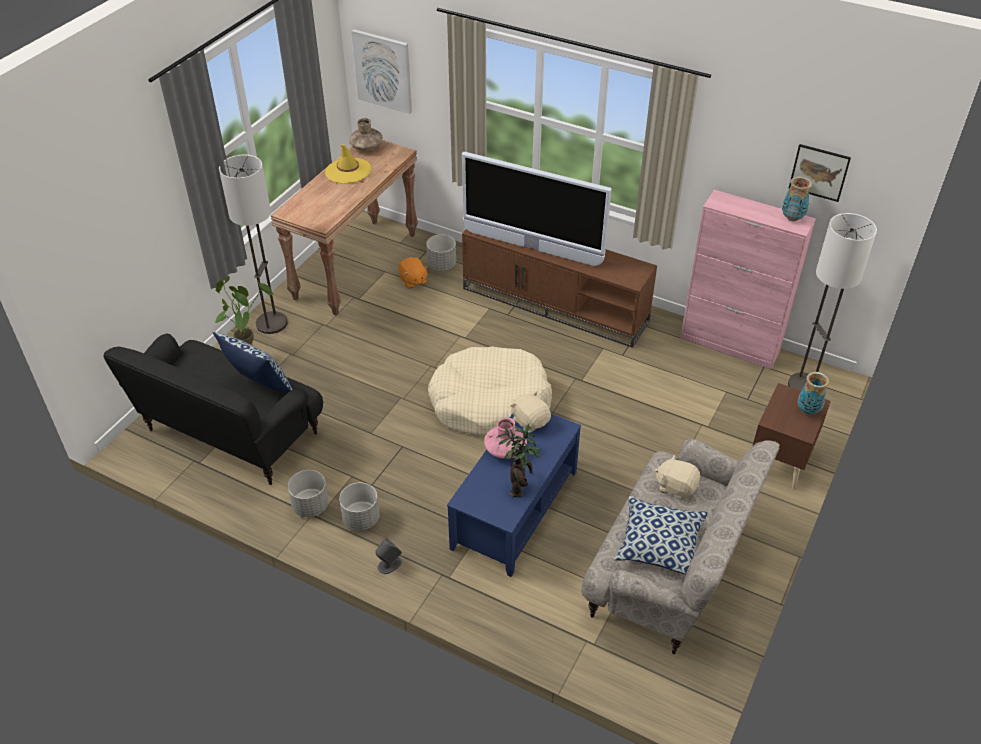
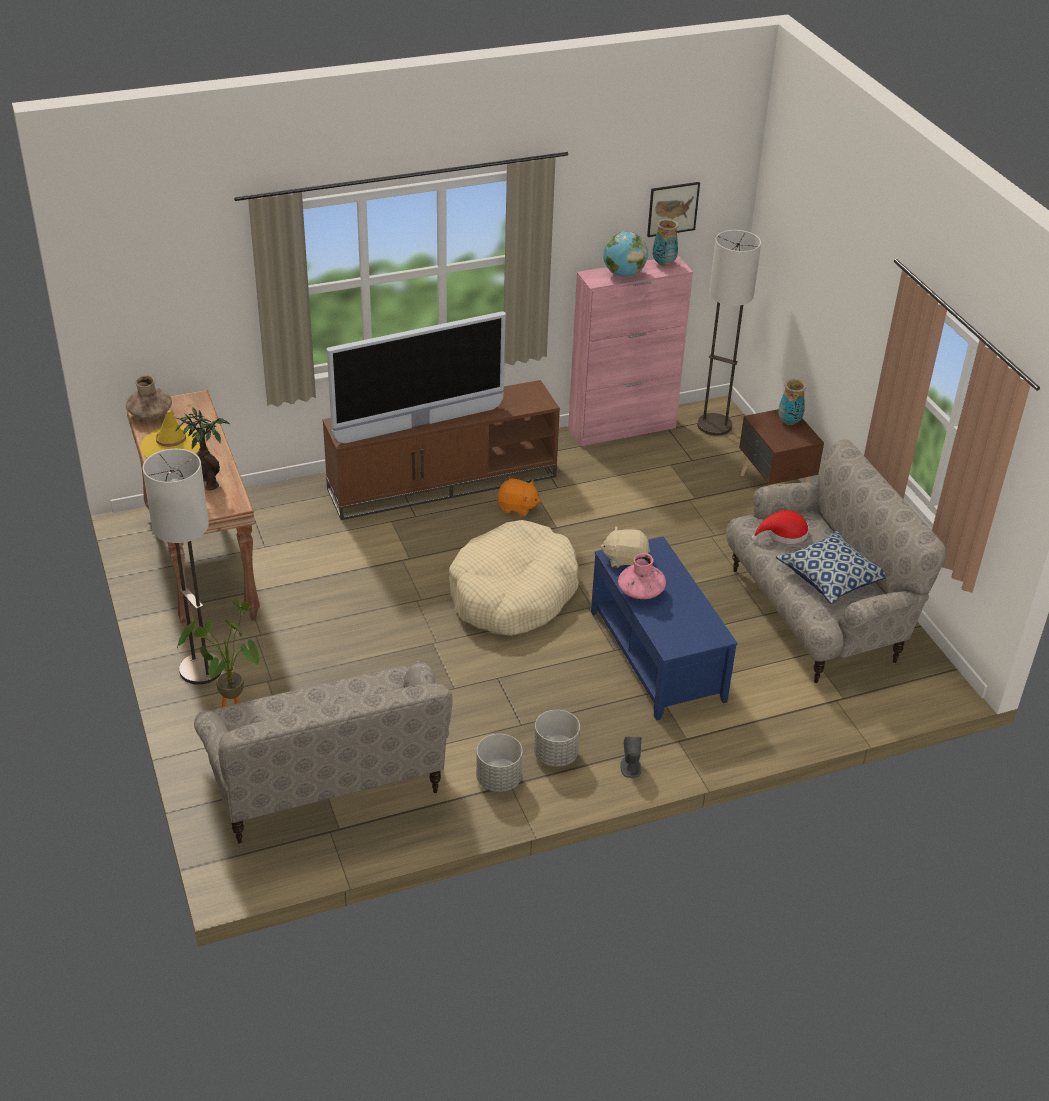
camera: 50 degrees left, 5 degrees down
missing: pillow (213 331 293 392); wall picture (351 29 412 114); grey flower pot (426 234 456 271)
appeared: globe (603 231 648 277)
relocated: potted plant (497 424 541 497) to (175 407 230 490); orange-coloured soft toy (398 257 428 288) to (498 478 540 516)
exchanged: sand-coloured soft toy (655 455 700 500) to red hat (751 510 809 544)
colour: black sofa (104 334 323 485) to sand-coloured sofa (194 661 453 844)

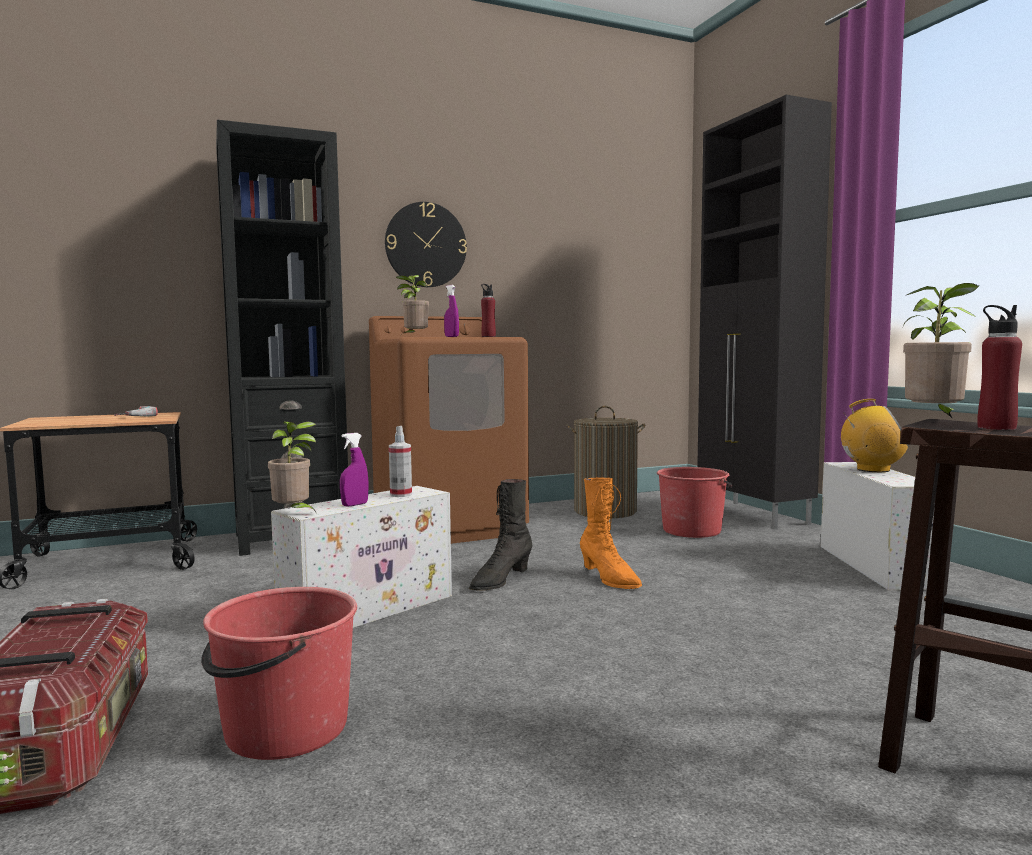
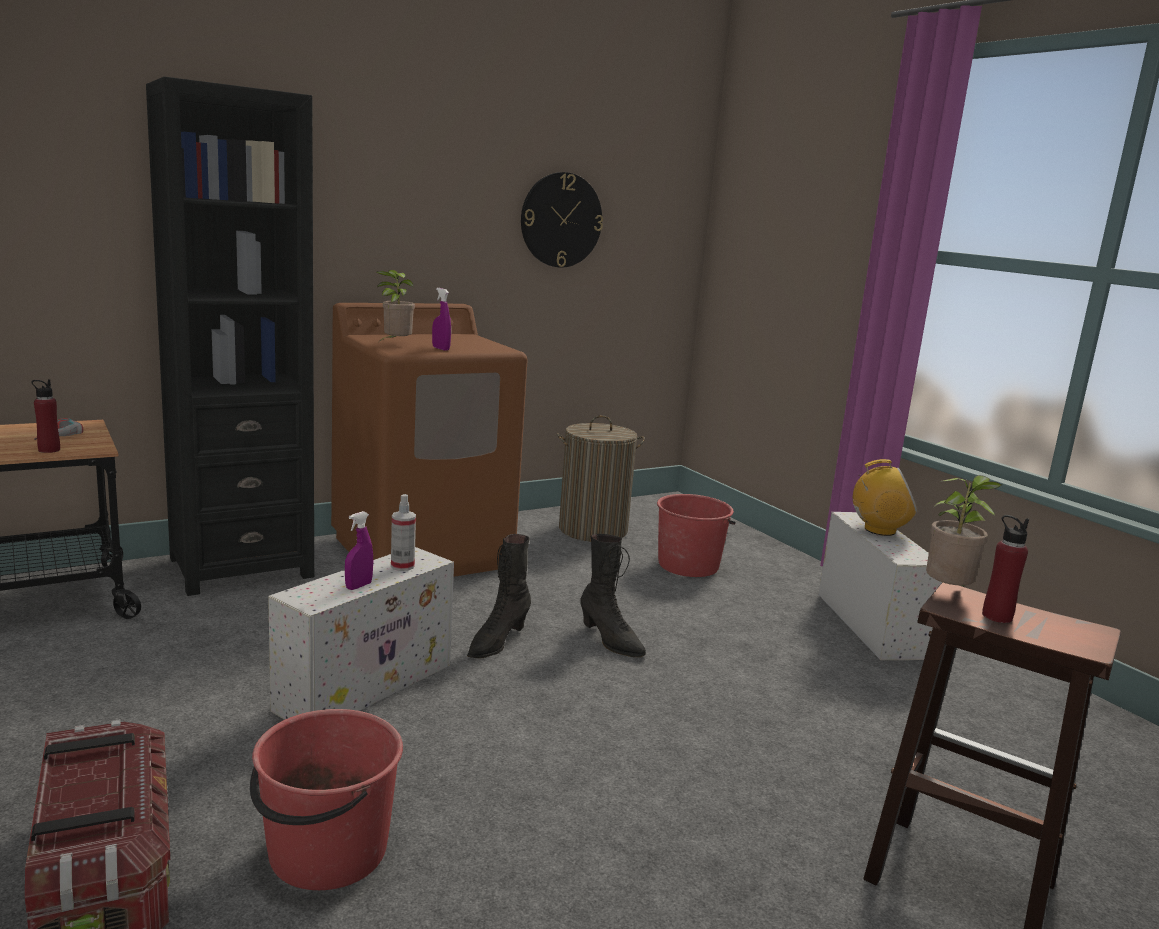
camera: 10 degrees left, 10 degrees up
missing: potted plant (268 421 316 512); black storage cabinet (697 95 832 529)
relocated: red drink bottle (481 284 496 337) to (31 379 60 453); clock on the wall (385 202 467 287) to (521 172 603 268)
colour: orange-coloured high-top boot (580 477 642 589) to black high-top boot (580 534 646 657)

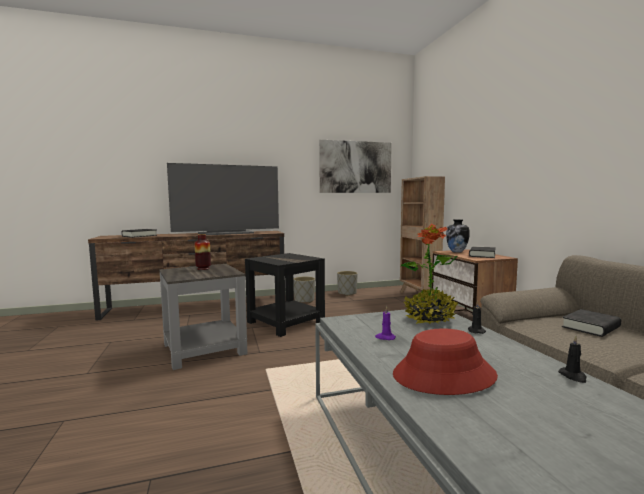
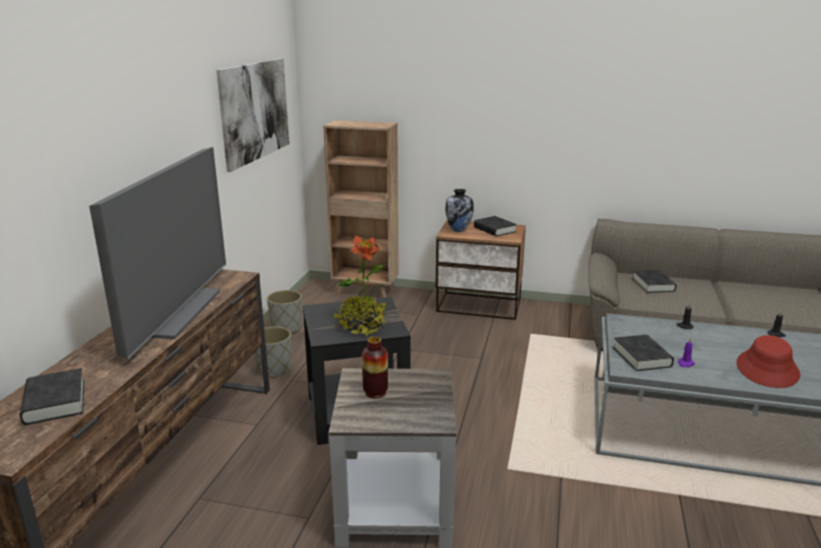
camera: 60 degrees left, 15 degrees up
appeared: black bound book (613 335 674 371)
relocated: potted plant (400 223 458 324) to (333 235 387 337)

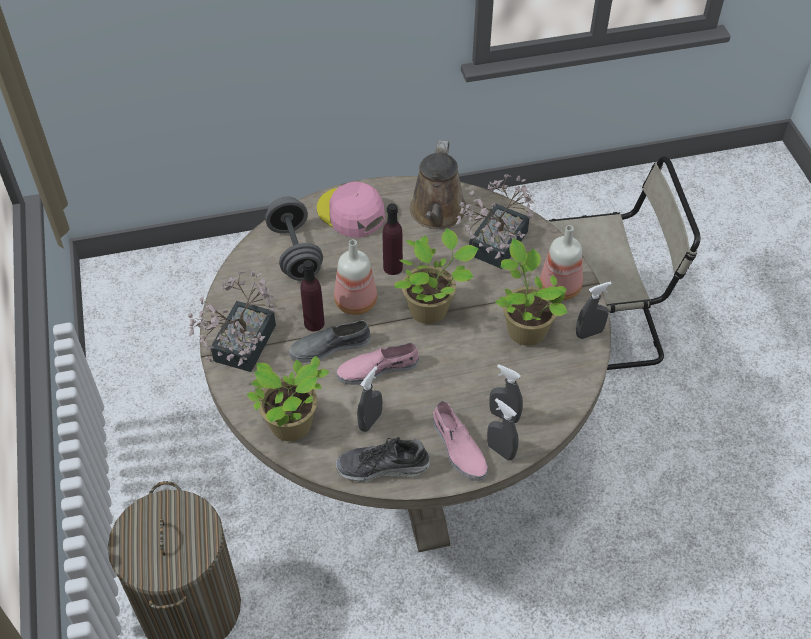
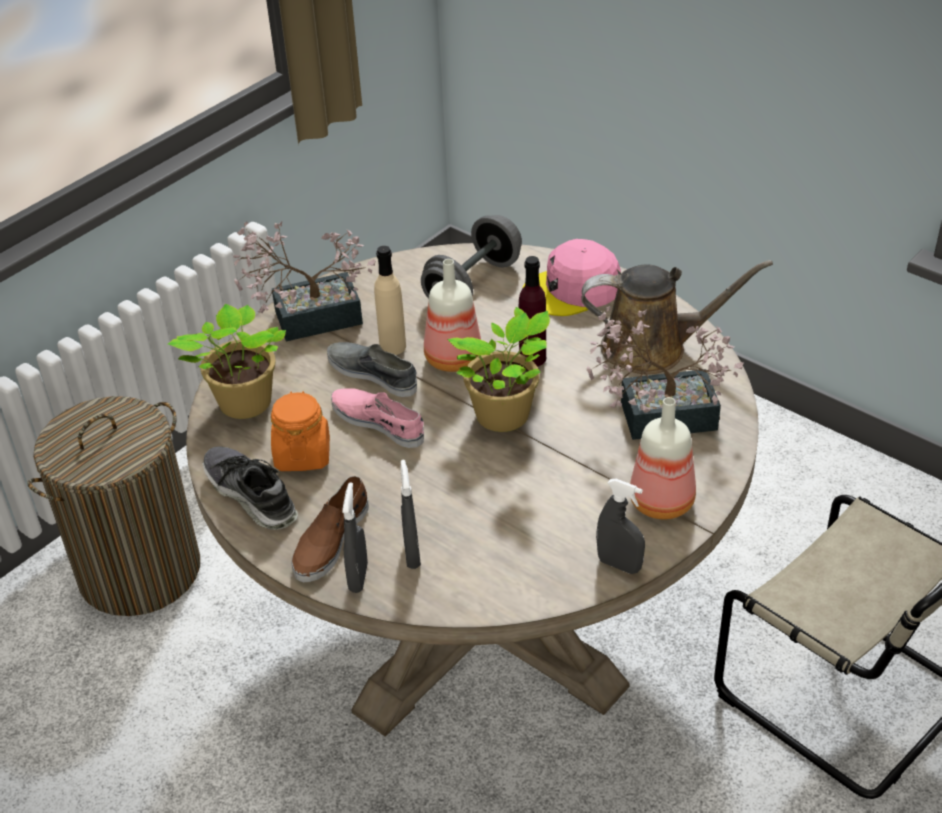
camera: 55 degrees right, 10 degrees down
missing: potted plant (495 238 568 346)
exchanged: grey sprayer (357 366 382 432) to orange-coloured jar (271 391 330 471)
colour: pink shoe (433 401 488 481) to brown shoe (291 476 369 582); purple drink bottle (300 260 324 331) to sand-coloured drink bottle (374 246 406 355)
spun: pink baseball cap (317 181 385 238) = (522 239 621 316) 120 degrees counterclockwise; brown watering pot (410 140 466 229) = (581 260 773 374) 150 degrees counterclockwise

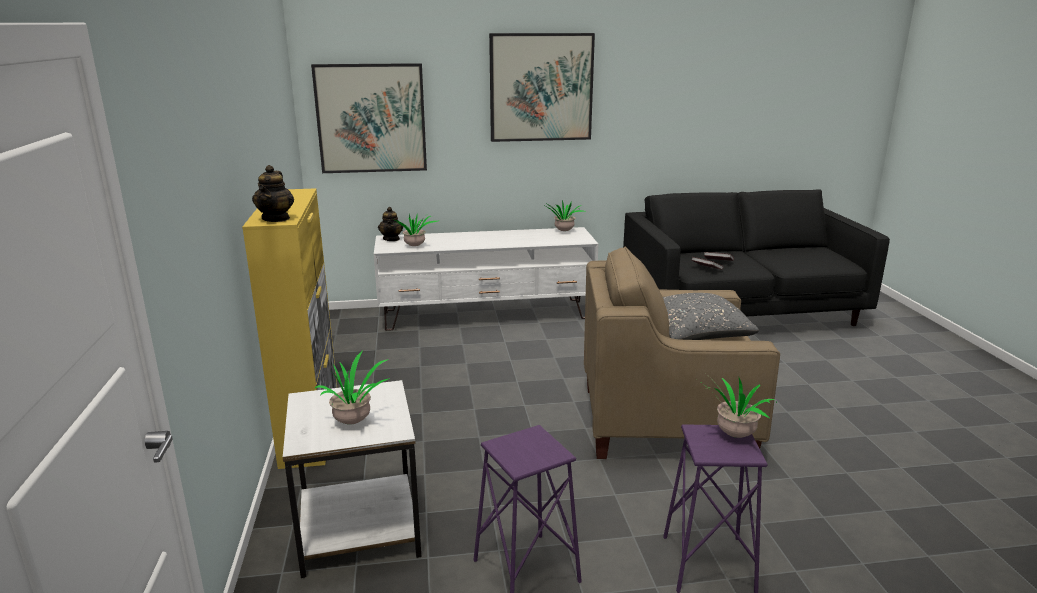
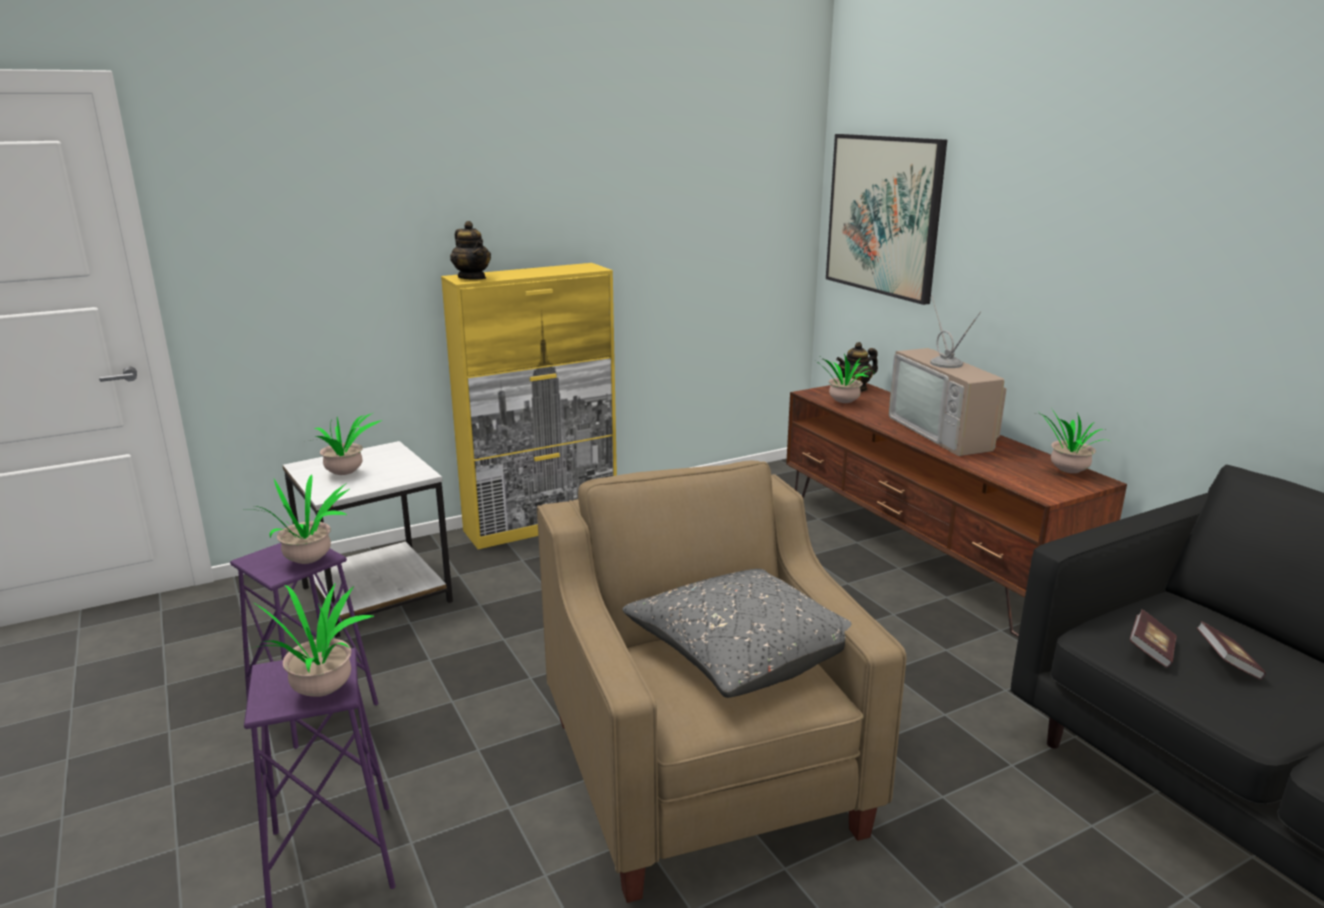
camera: 70 degrees right, 0 degrees up
missing: wall picture (489 33 595 142)
appeared: potted plant (242 474 351 564); TV set (889 295 1006 456)
colour: white-coloured media console (374 227 599 331) to brown media console (786 383 1127 637)
spun: tea pot (252 165 294 222) = (450 221 491 280) 105 degrees counterclockwise

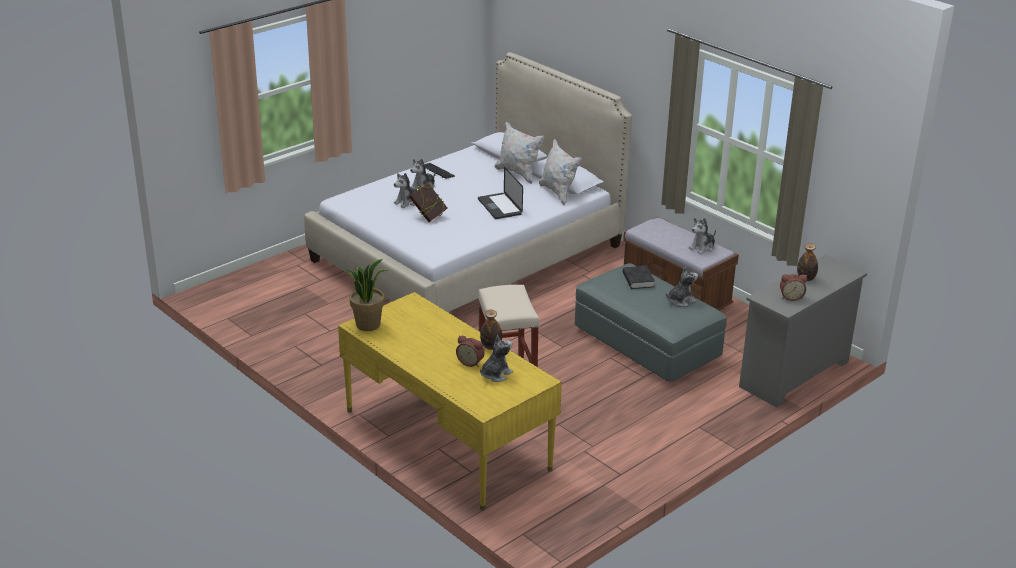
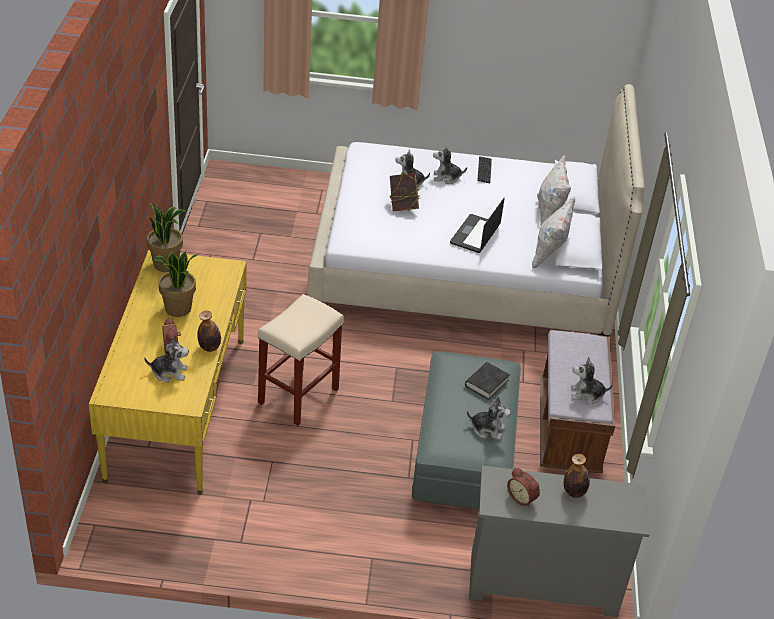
camera: 45 degrees right, 10 degrees up
appeared: potted plant (151 250 199 317)

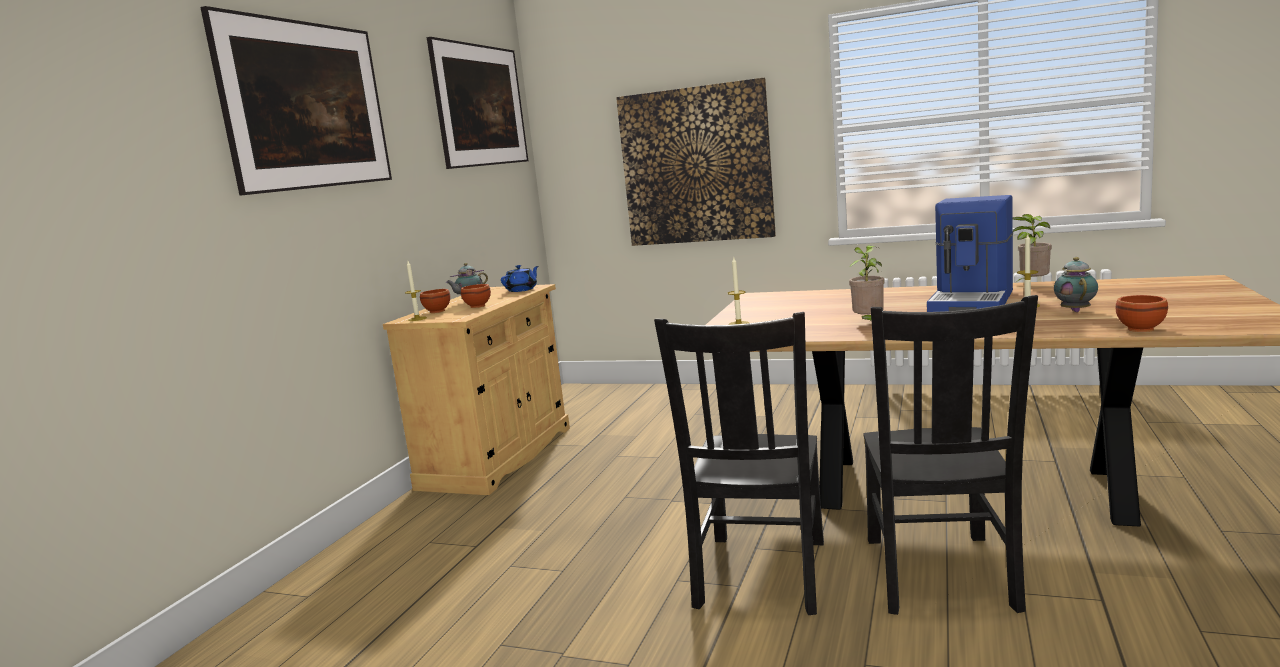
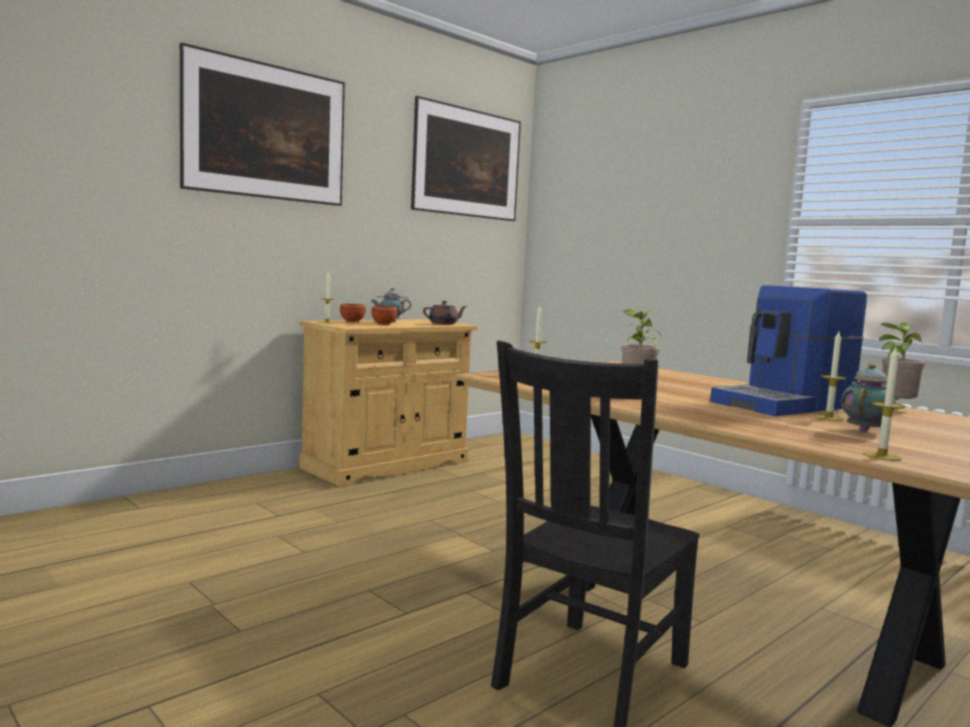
camera: 25 degrees right, 5 degrees down
missing: wall picture (616 78 776 246); black chair (654 312 824 615)
exchanged: brown deep dish (1115 295 1168 332) to wax candle (863 347 905 461)
colour: blue-coloured tea pot (501 265 538 292) to brown tea pot (423 301 467 325)

